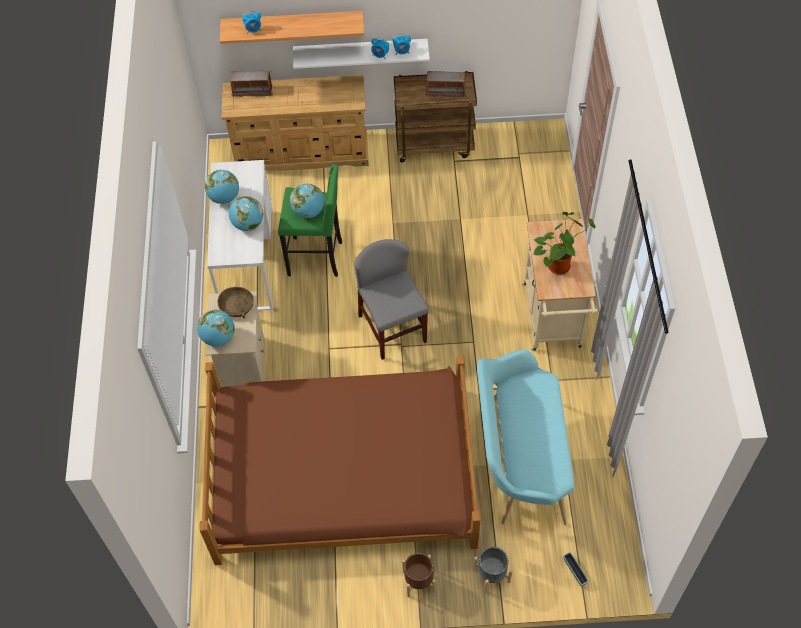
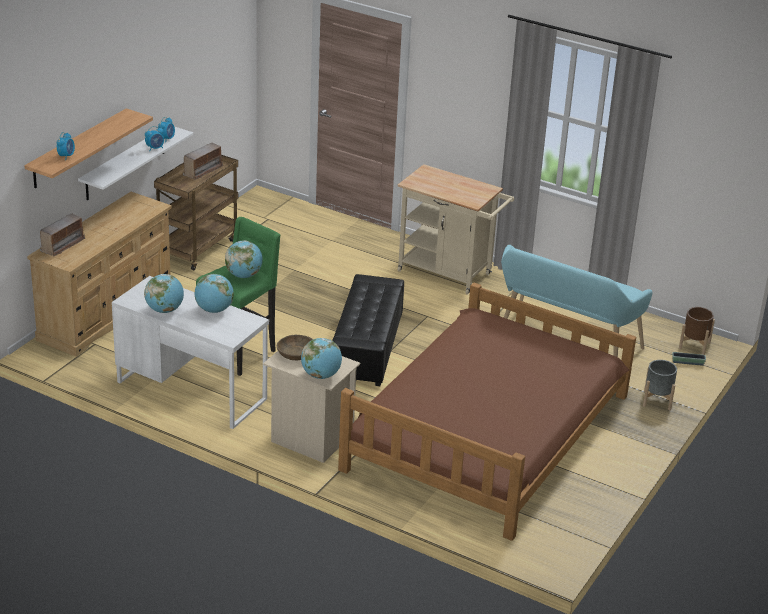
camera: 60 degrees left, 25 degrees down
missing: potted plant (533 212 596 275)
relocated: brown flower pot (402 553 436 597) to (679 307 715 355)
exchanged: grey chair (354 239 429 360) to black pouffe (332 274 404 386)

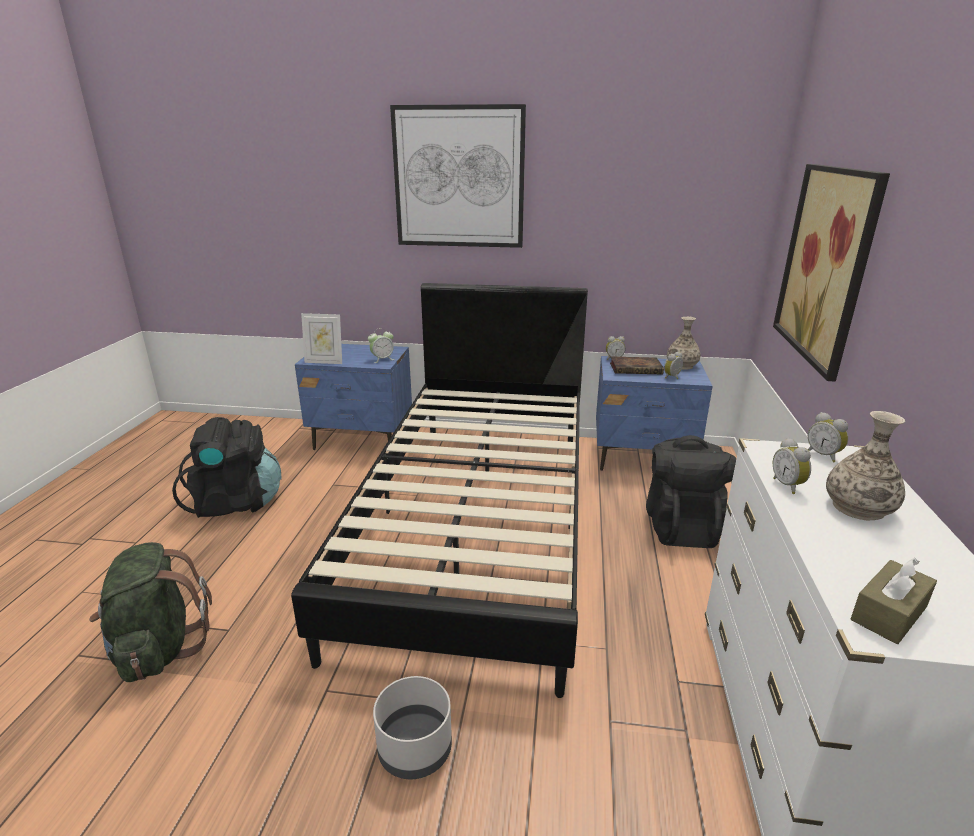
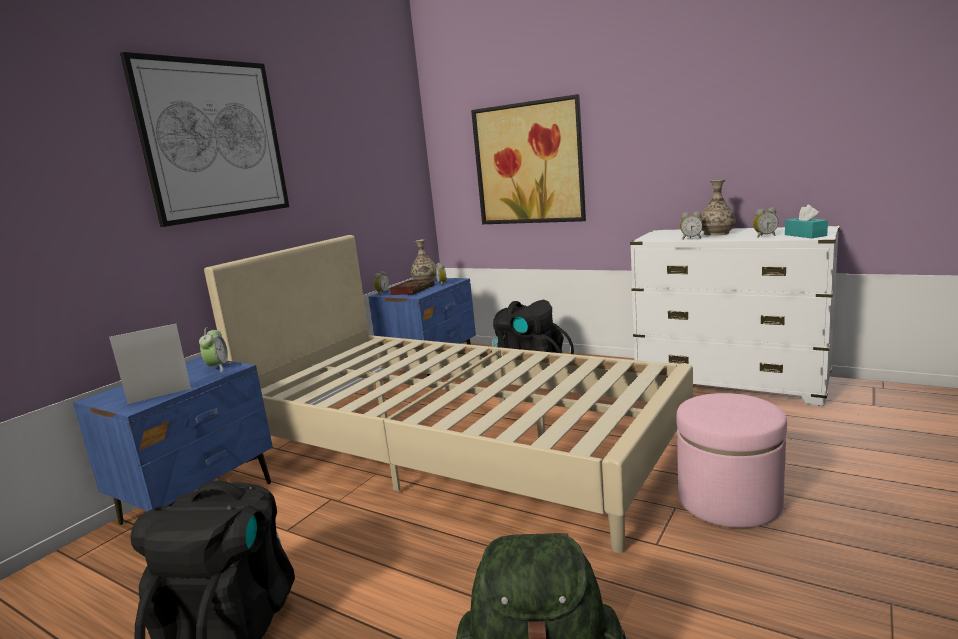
camera: 65 degrees left, 10 degrees down
relocated: table clock (808 412 848 462) to (753 207 778 238)
exchanged: grey flower pot (373 676 452 779) to pink pouffe (676 393 787 528)
colour: black bed (291 283 588 698) to sand-coloured bed (204 235 693 553); brown box of tissues (851 558 937 644) to blue-green box of tissues (785 205 828 238)
spun: standing frame (301 313 342 364) = (109 324 191 404) 150 degrees counterclockwise

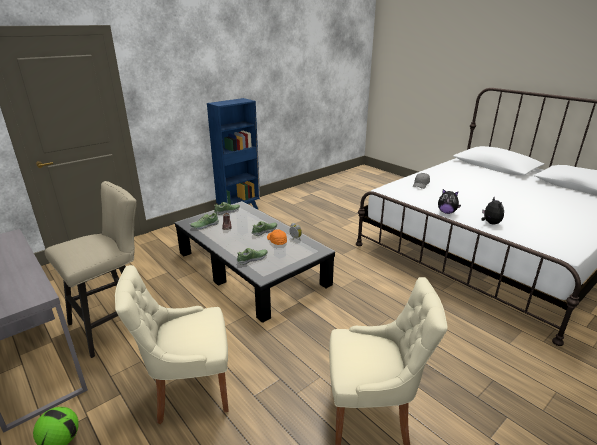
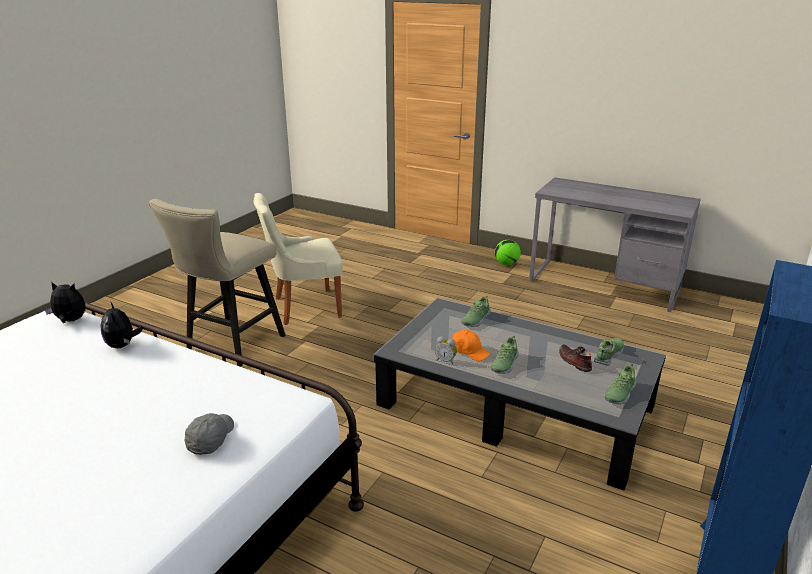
camera: 160 degrees right, 0 degrees up
missing: sand-coloured chair (115 265 229 424)
relocated: soft toy (438 189 461 214) to (45 281 85 323); sand-coloured stool (45 181 136 358) to (149 199 285 367)

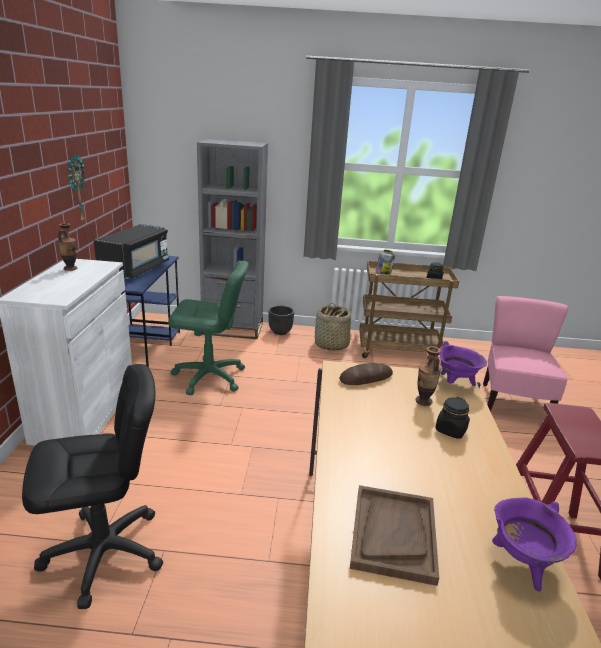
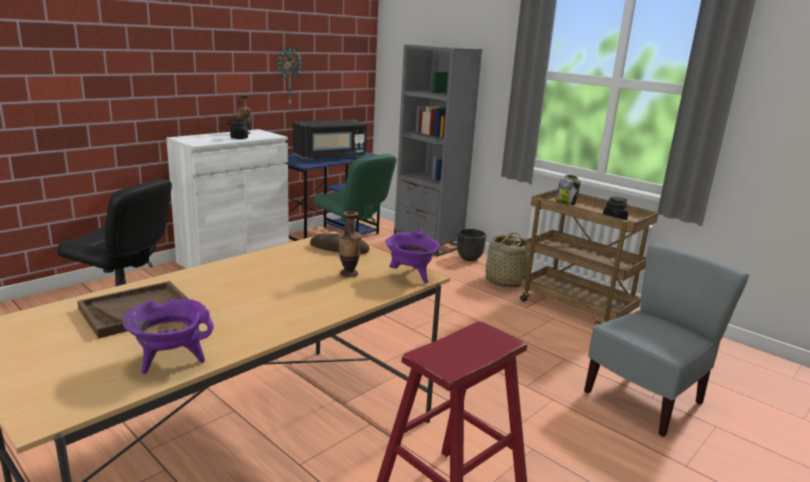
camera: 40 degrees right, 5 degrees down
relocated: black jar (435 397 470 439) to (227 117 250 139)
colour: pink chair (483 296 569 412) to grey chair (584 244 749 437)

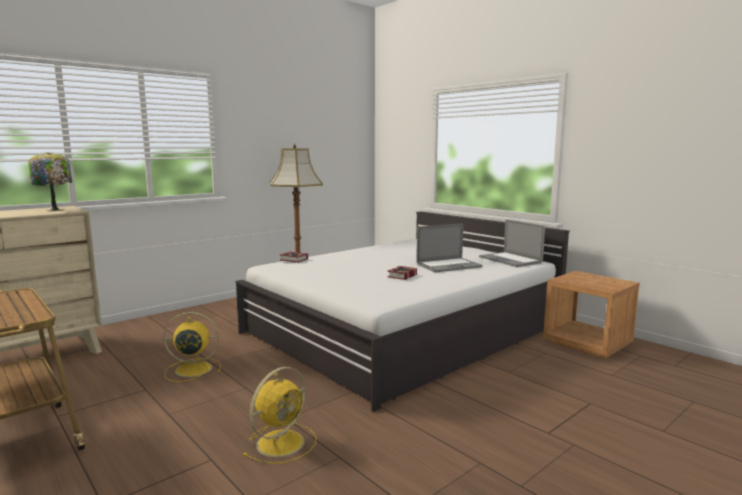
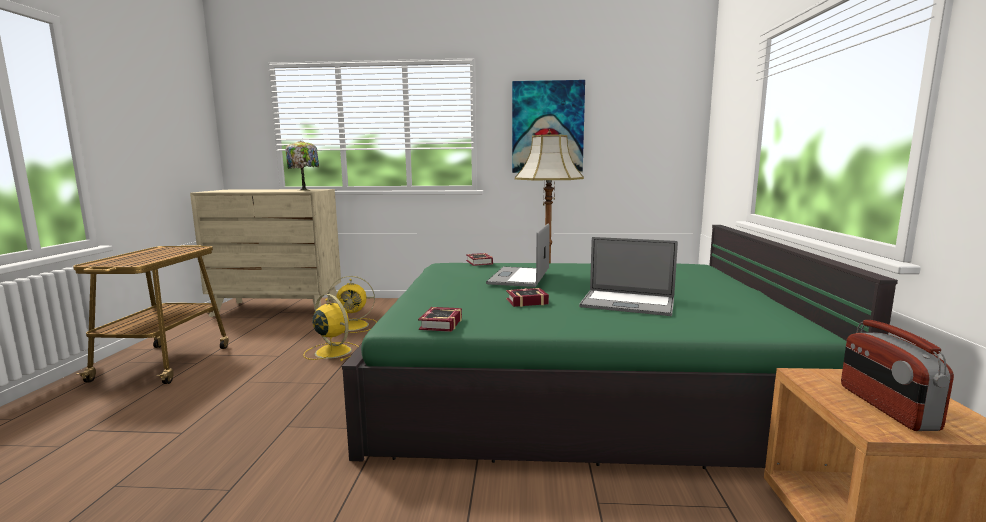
camera: 45 degrees right, 0 degrees up
appeared: bound book (418 307 462 332); wall picture (512 80 585 173); radio set (841 320 954 431)
relocated: yellow fan (243 367 317 464) to (328 276 377 333); portable computer (479 219 545 267) to (486 224 550 287)
colour: white-coloured bed (235 211 570 412) to green-coloured bed (342 225 898 469)

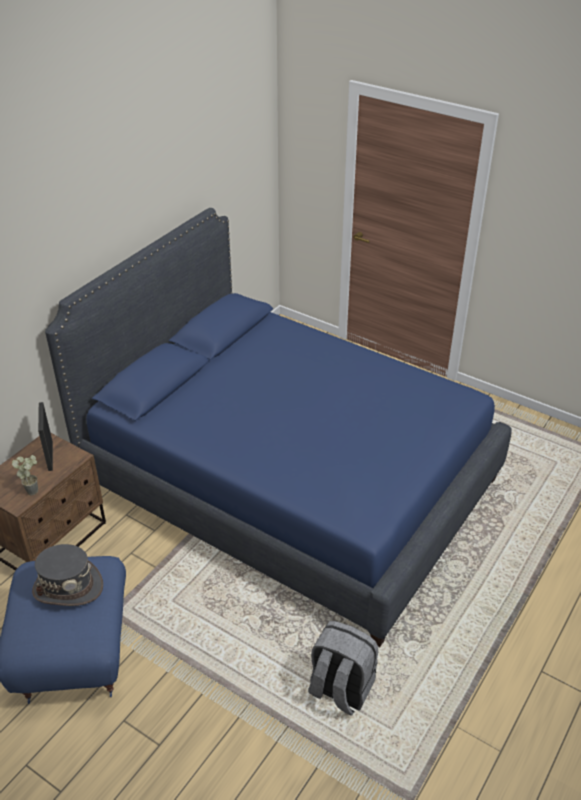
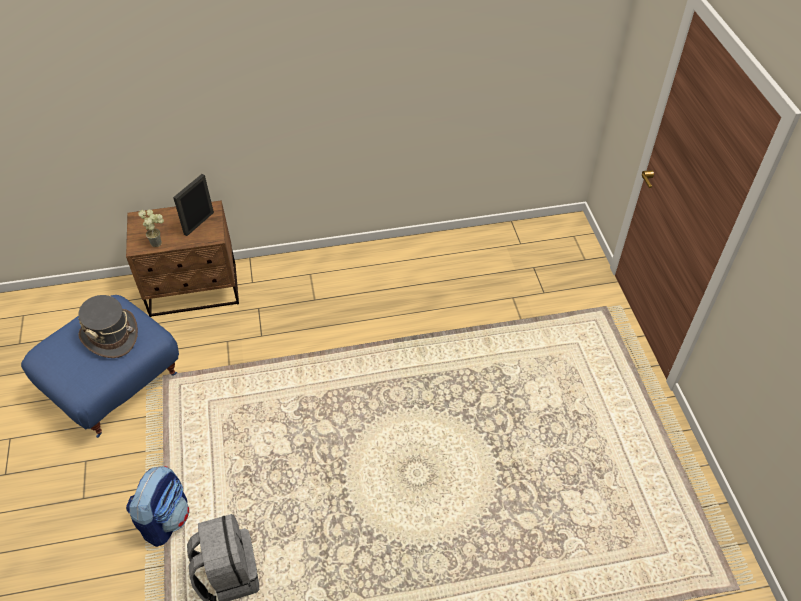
camera: 45 degrees right, 10 degrees up
missing: blue-coloured bed (45 208 512 647)
appeared: rucksack (126 466 189 547)

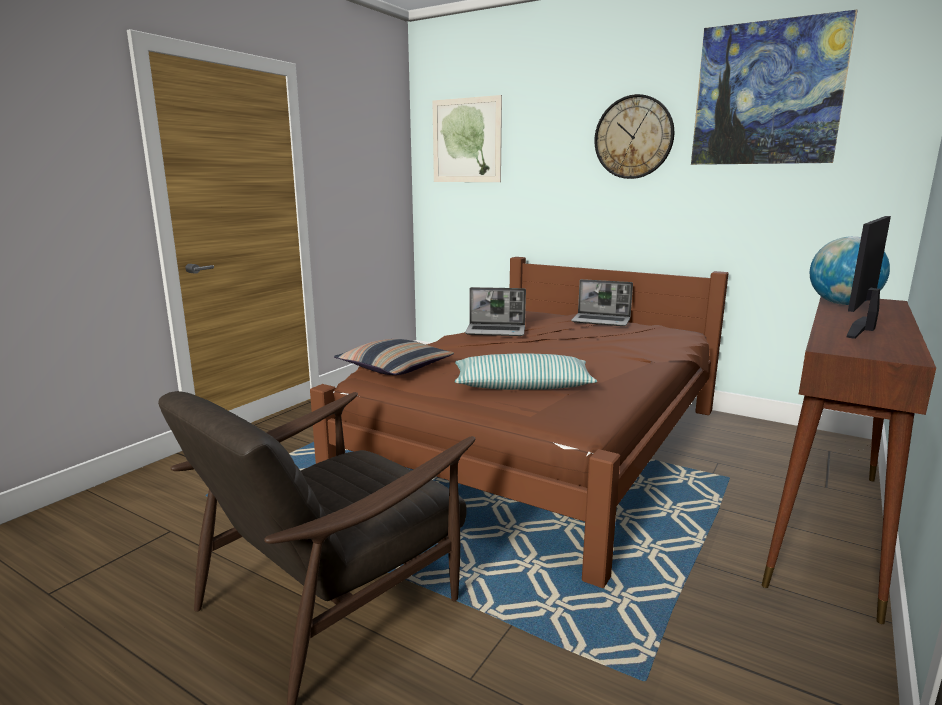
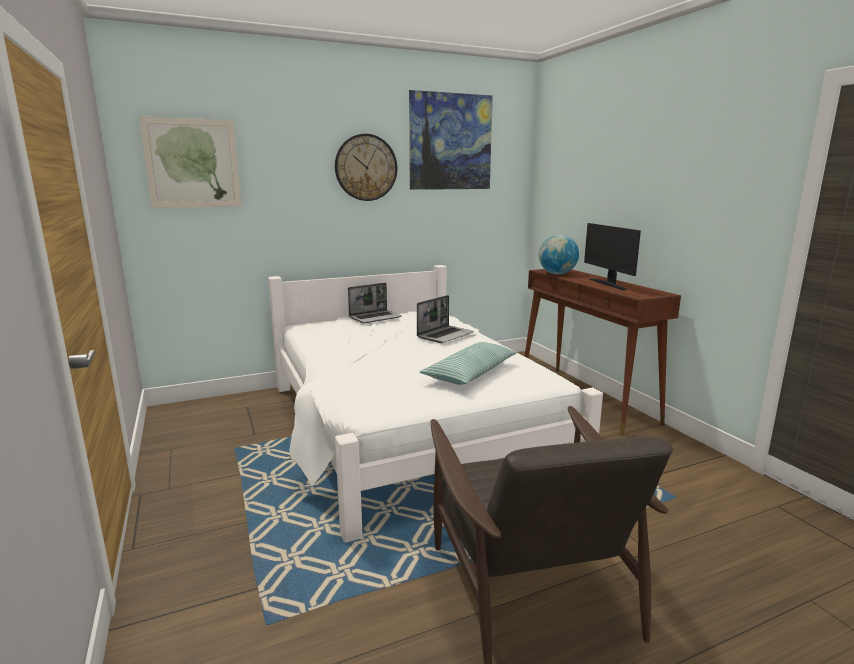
camera: 55 degrees left, 0 degrees up
missing: pillow (334 339 454 375)
relocated: portable computer (465 287 526 336) to (417 295 474 343)
colour: brown bed (310 257 729 588) to white-coloured bed (268 265 603 543)

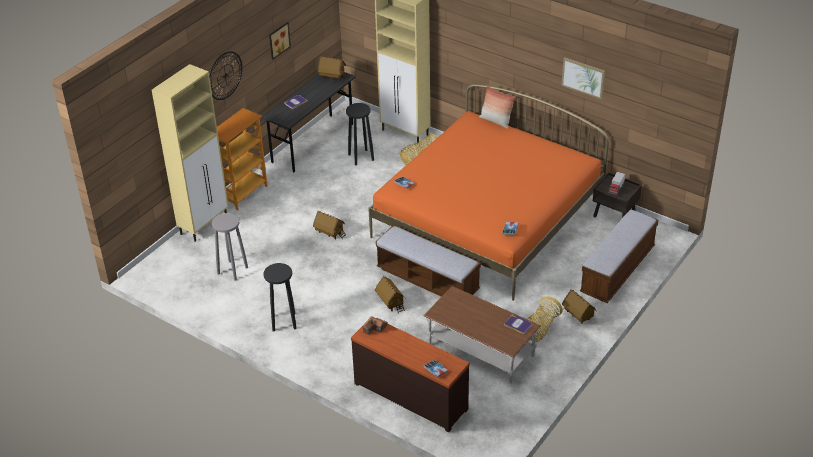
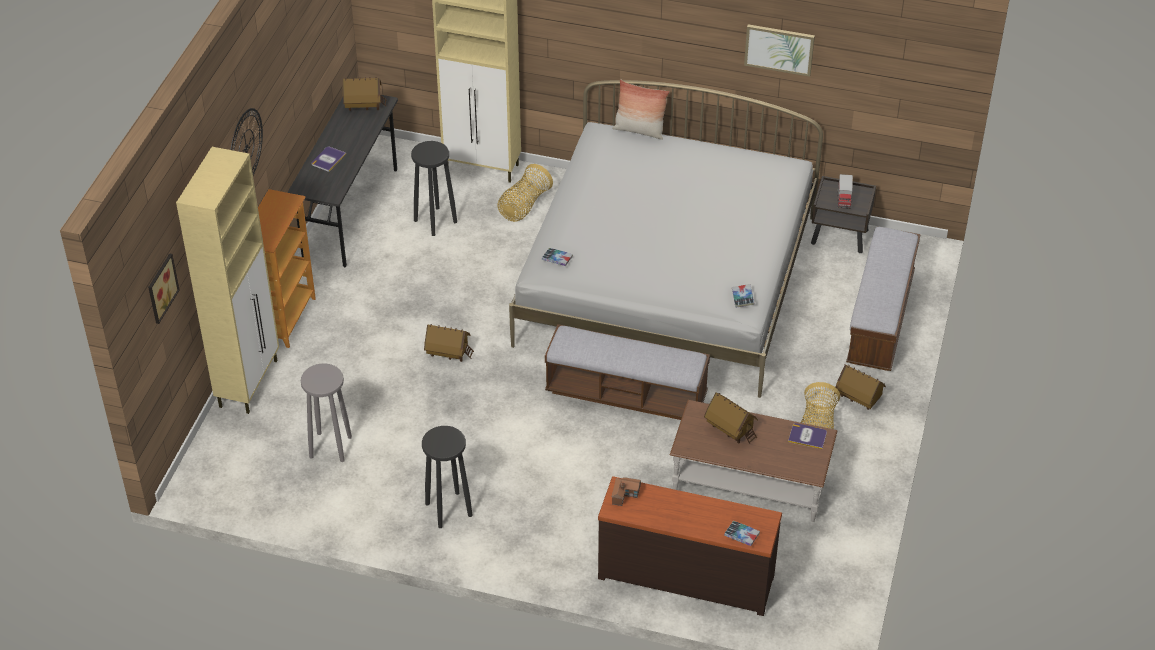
camera: 20 degrees left, 5 degrees up
relocated: wall picture (269 22 291 59) to (148 253 179 324); model house (375 276 406 313) to (704 392 758 444)
colour: orange-coloured bed (368 84 609 301) to white-coloured bed (509 80 823 398)

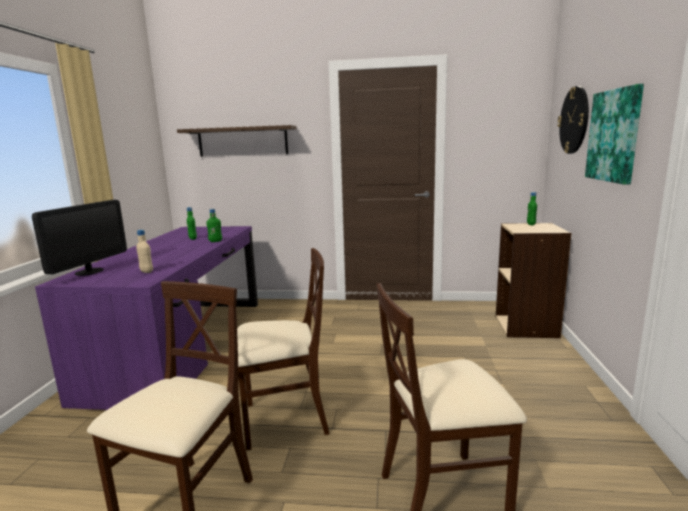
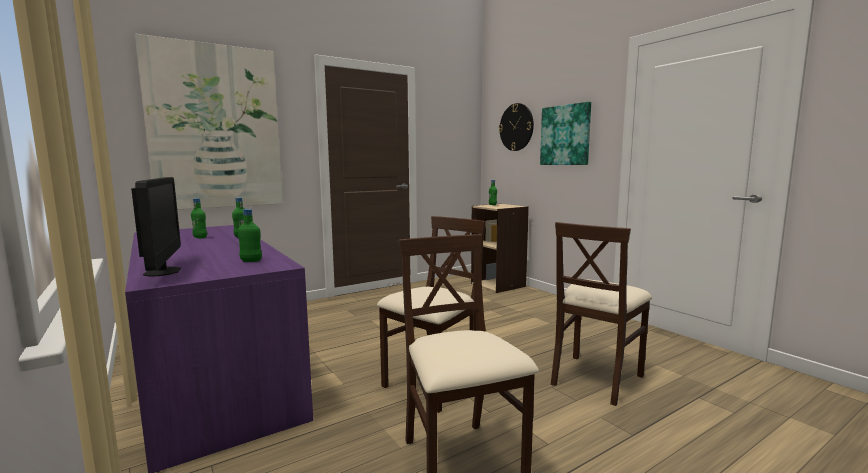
camera: 40 degrees left, 5 degrees down
exchanged: bracket shelf (177 125 297 157) to wall picture (135 34 283 209)
colour: sand-coloured drink bottle (136 230 153 273) to green-coloured drink bottle (238 209 262 262)

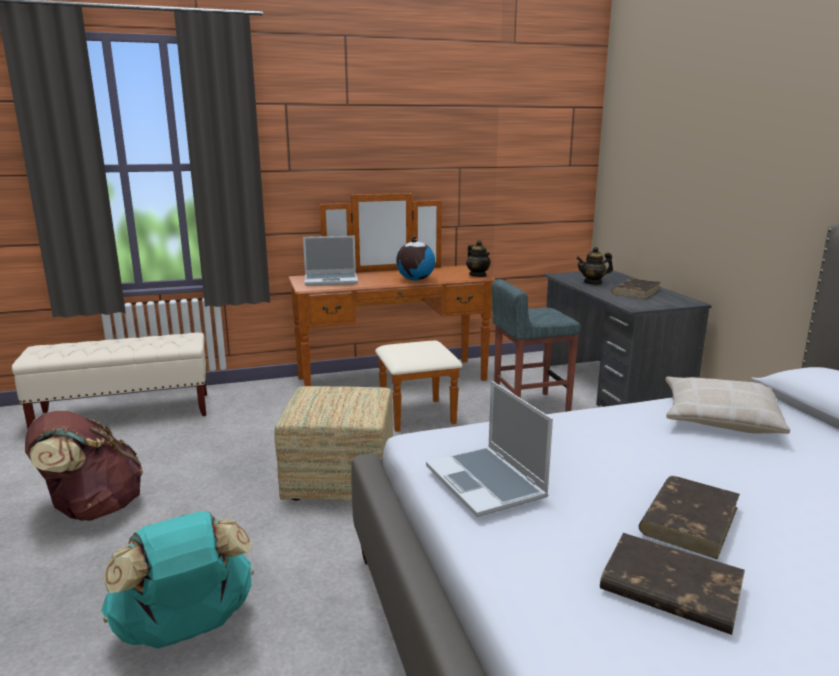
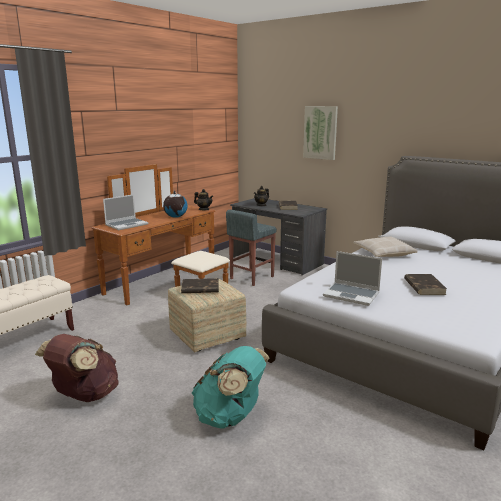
camera: 35 degrees left, 0 degrees up
appeared: wall picture (303 106 338 160)
relocated: brown bound book (600 533 745 635) to (181 278 219 293)

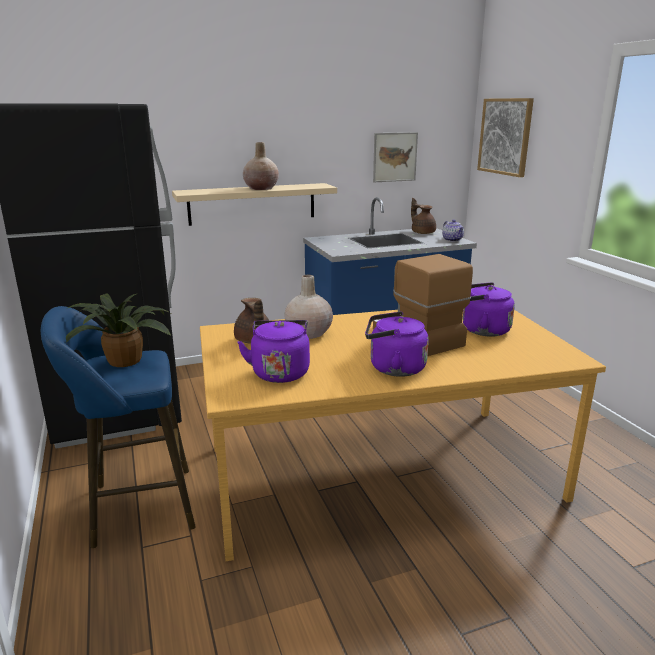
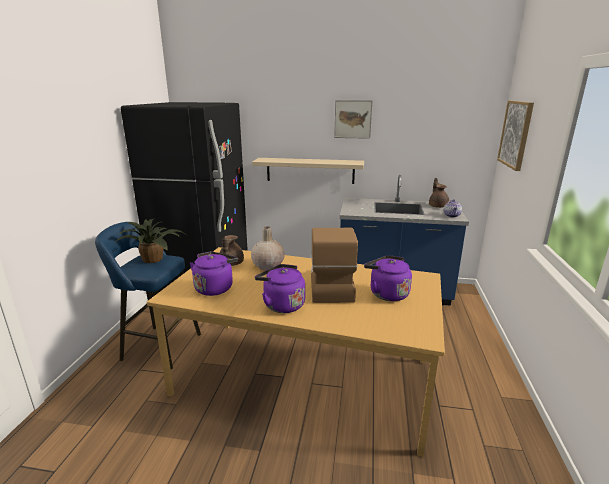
camera: 30 degrees right, 0 degrees up
missing: sand-coloured vase (243 142 279 190)
relocated: wall picture (373 132 418 182) to (334 100 373 139)

